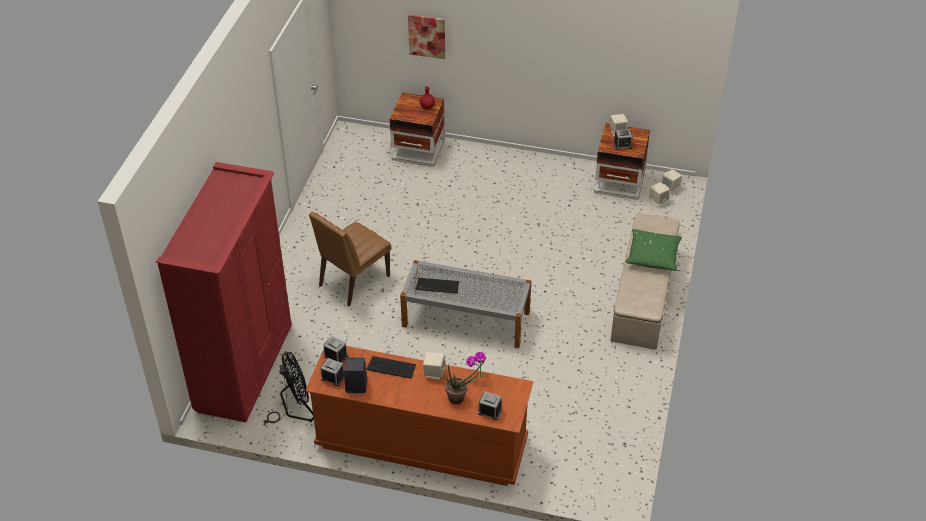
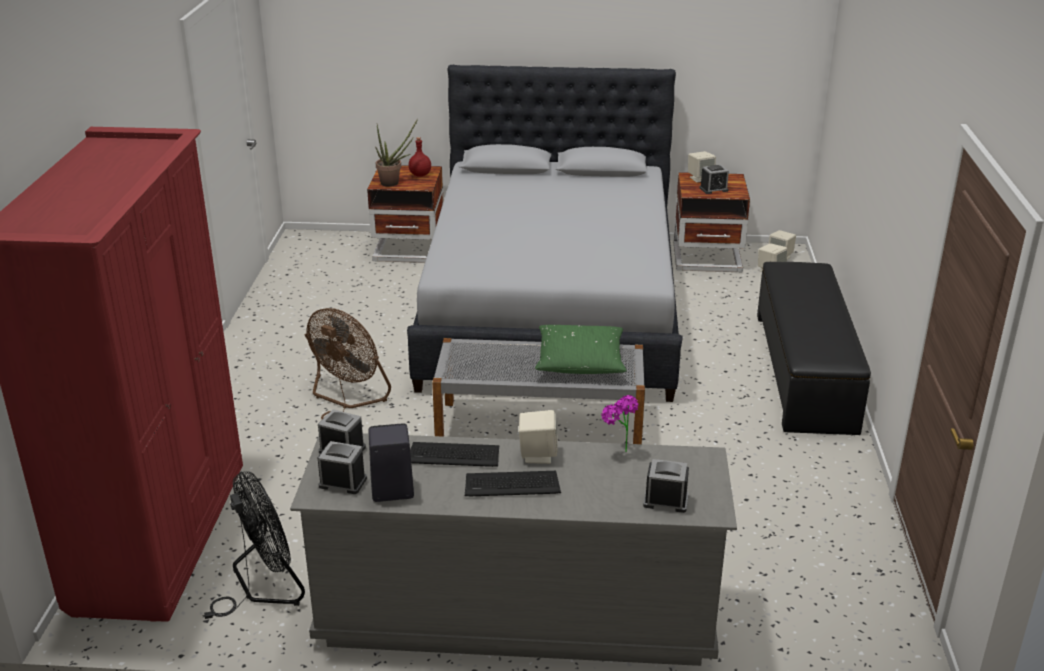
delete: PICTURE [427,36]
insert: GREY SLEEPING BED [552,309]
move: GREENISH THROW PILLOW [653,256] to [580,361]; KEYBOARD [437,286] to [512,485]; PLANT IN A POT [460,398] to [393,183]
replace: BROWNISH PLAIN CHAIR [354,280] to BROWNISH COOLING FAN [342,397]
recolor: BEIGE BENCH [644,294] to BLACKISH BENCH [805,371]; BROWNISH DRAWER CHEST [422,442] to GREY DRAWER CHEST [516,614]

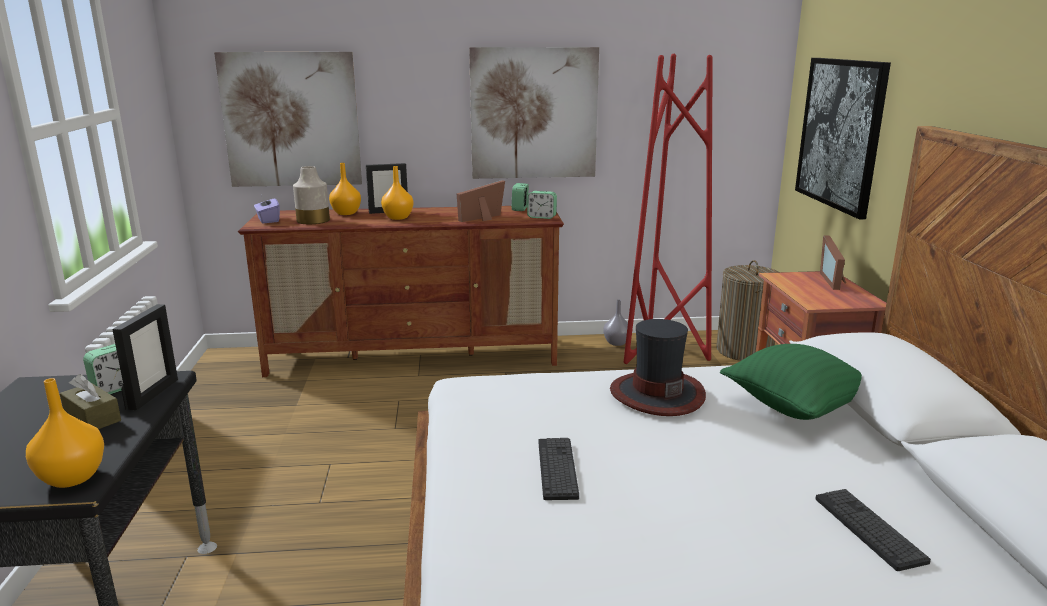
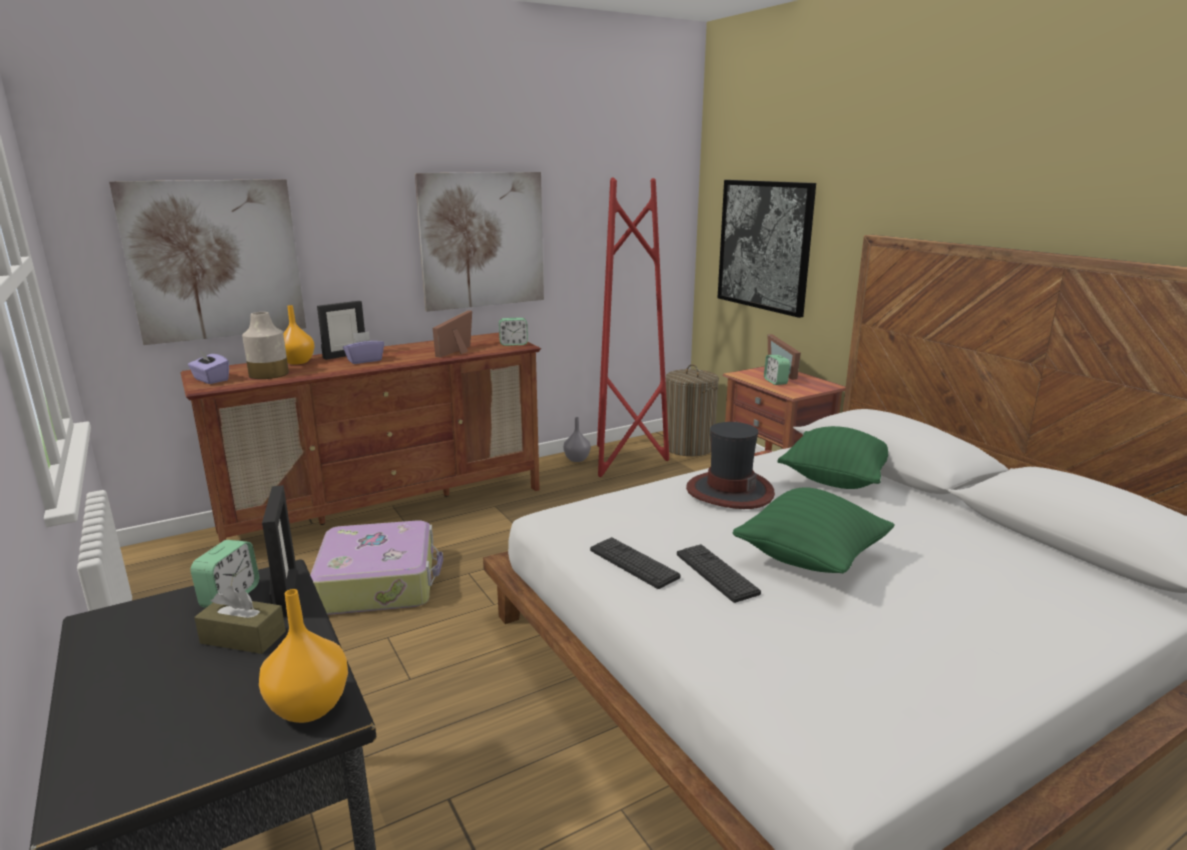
insert: GREENISH THROW PILLOW [810,559]; SUITCASE [379,582]
move: ALARM CLOCK [520,209] to [775,382]; KEYBOARD [868,529] to [633,563]
replace: ORANGEY FLOWER VASE [397,218] to PURPLE TISSUE HOLDER [364,360]

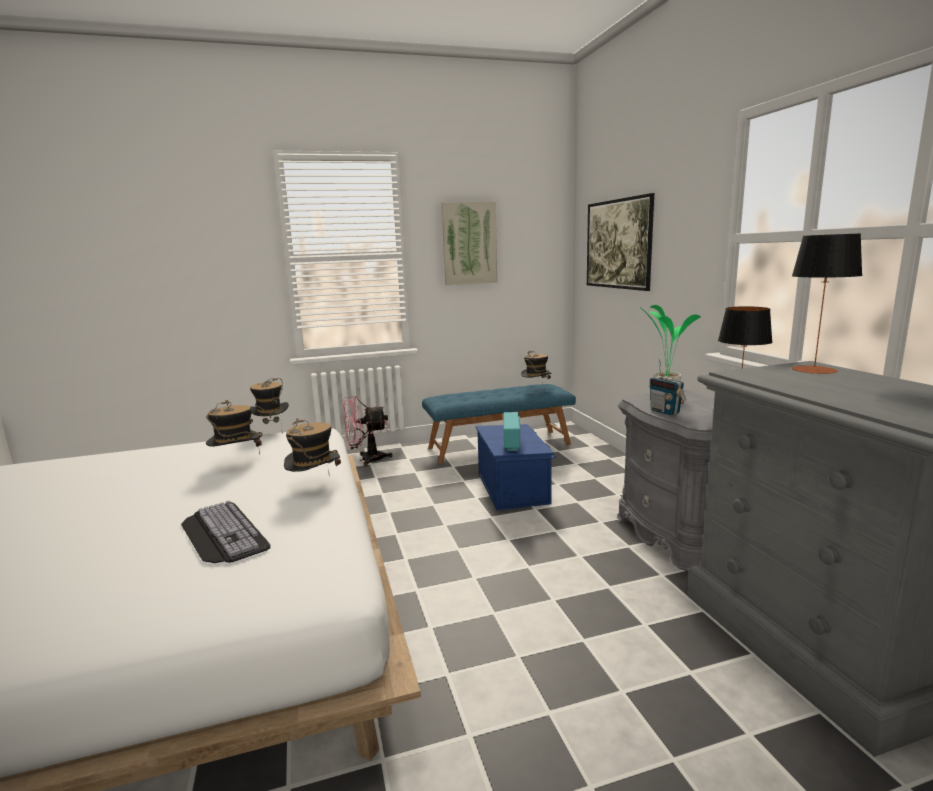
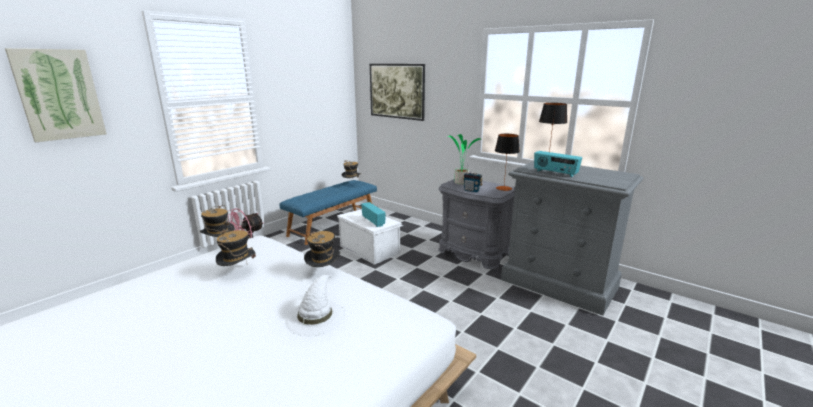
insert: RADIO RECEIVER [555,173]
move: PICTURE [469,243] to [59,94]
replace: KEYBOARD [220,533] to WHITISH CLOTHING HAT [315,316]
recolor: BLUE STORAGE BOX [514,488] to WHITISH STORAGE BOX [370,249]

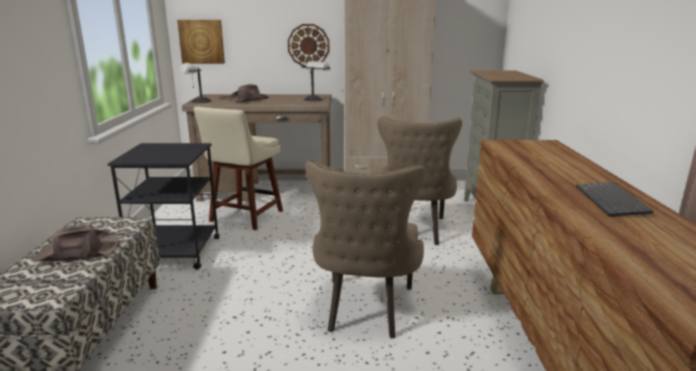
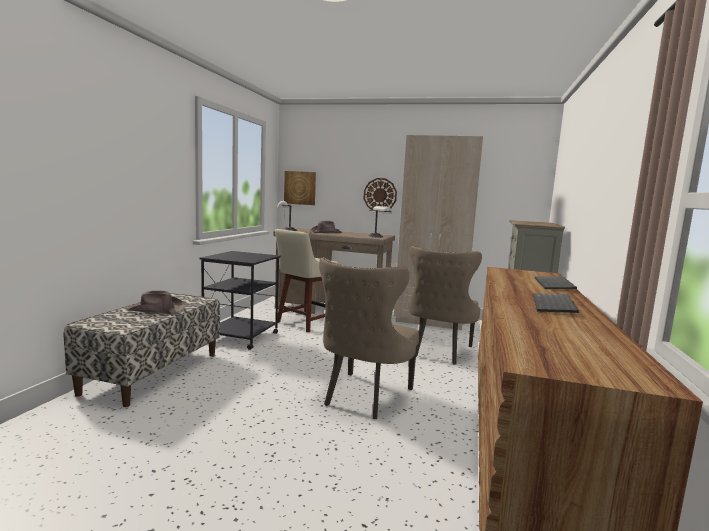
insert: KEYBOARD [555,284]

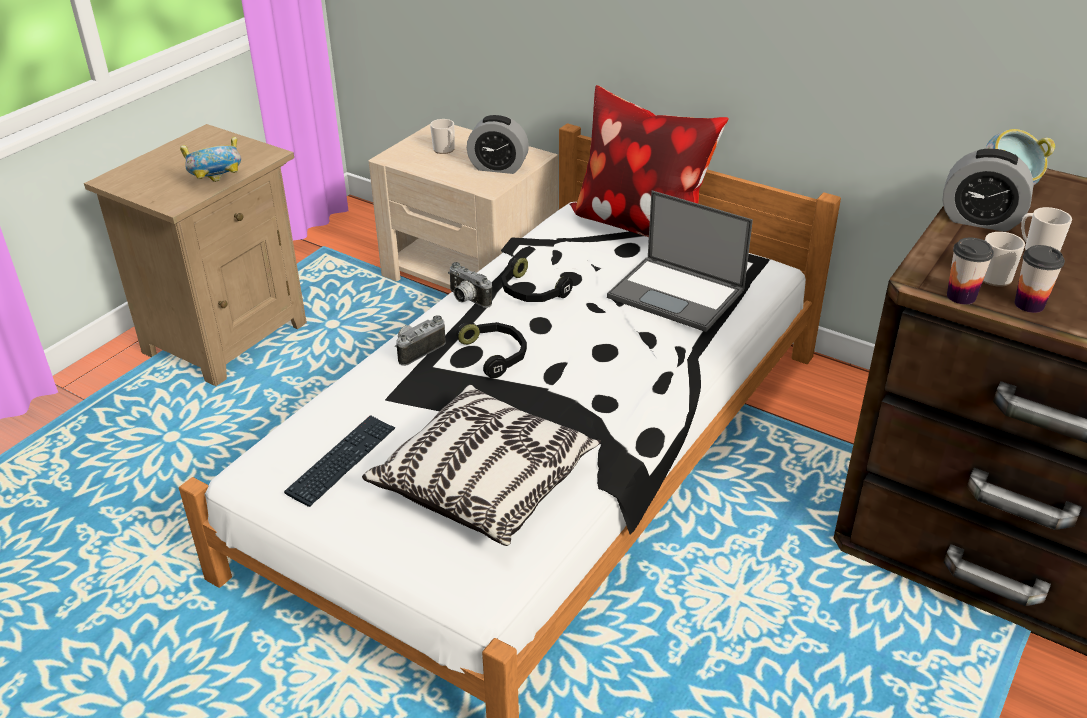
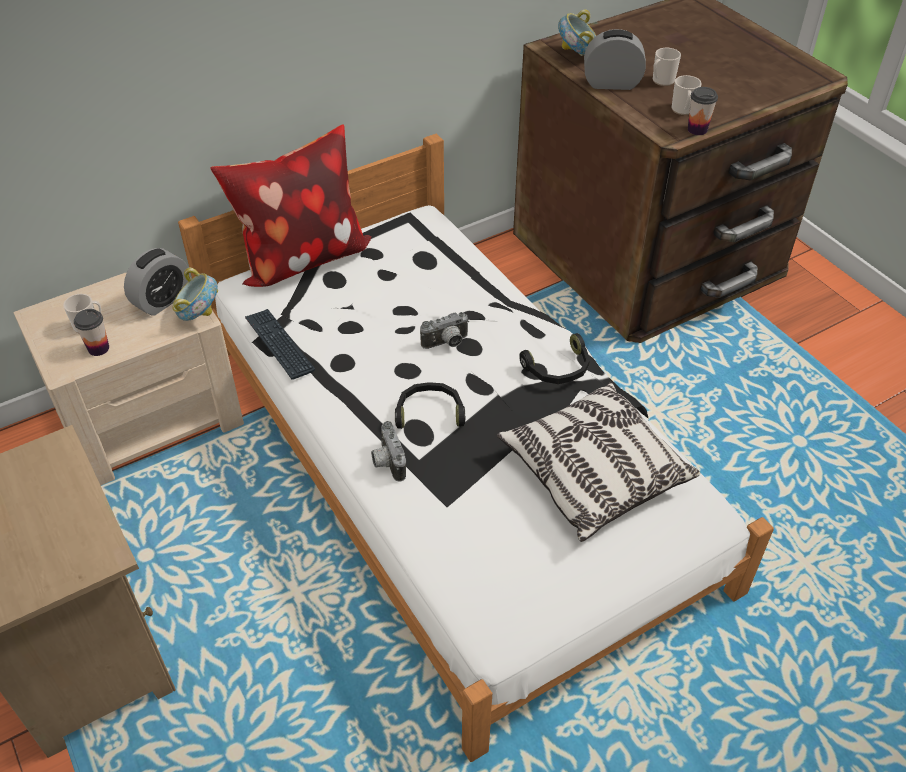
delete: NOTEBOOK COMPUTER [677,294]
move: BOWL [218,183] to [199,315]; CUP [1029,304] to [98,348]; BLACKISH PAIR OF HEADPHONES [531,292] to [558,369]; PHOTO CAMERA [466,300] to [446,343]; KEYBOARD [342,461] to [279,344]
rotate: ALARM CLOCK [980,220] = [611,83] 135 degrees counterclockwise

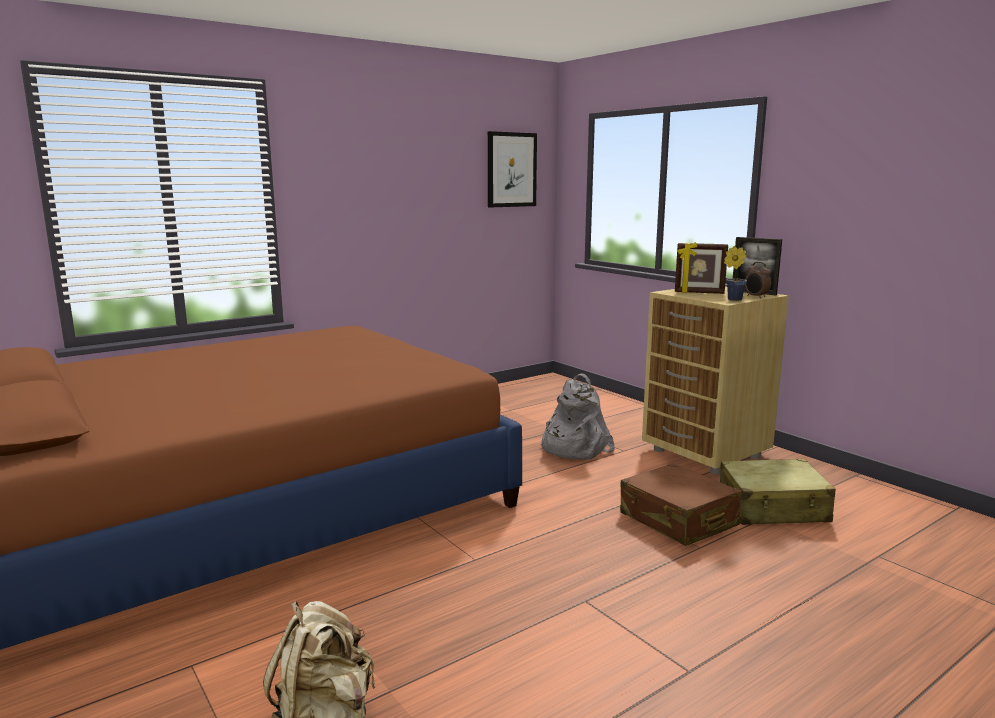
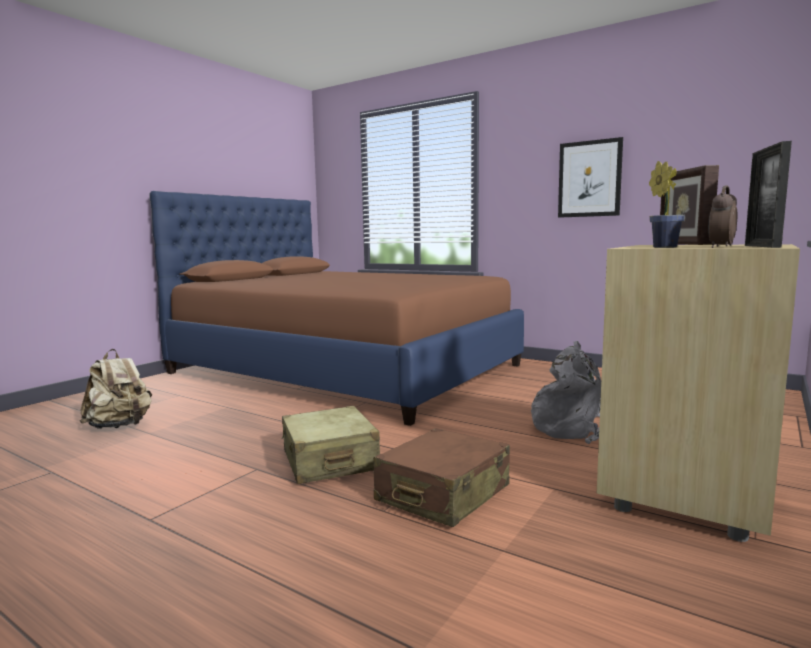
move: PICTURE [511,170] to [589,179]; BEIGE SUITCASE [773,508] to [329,461]

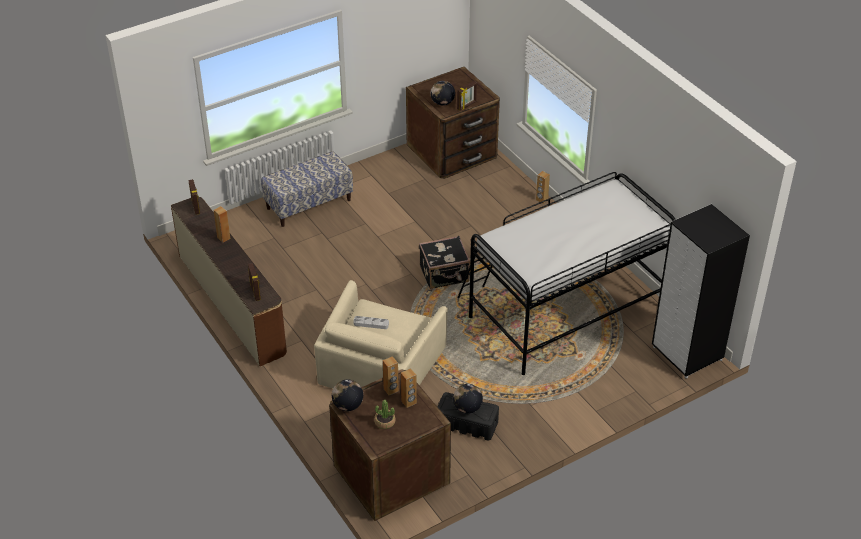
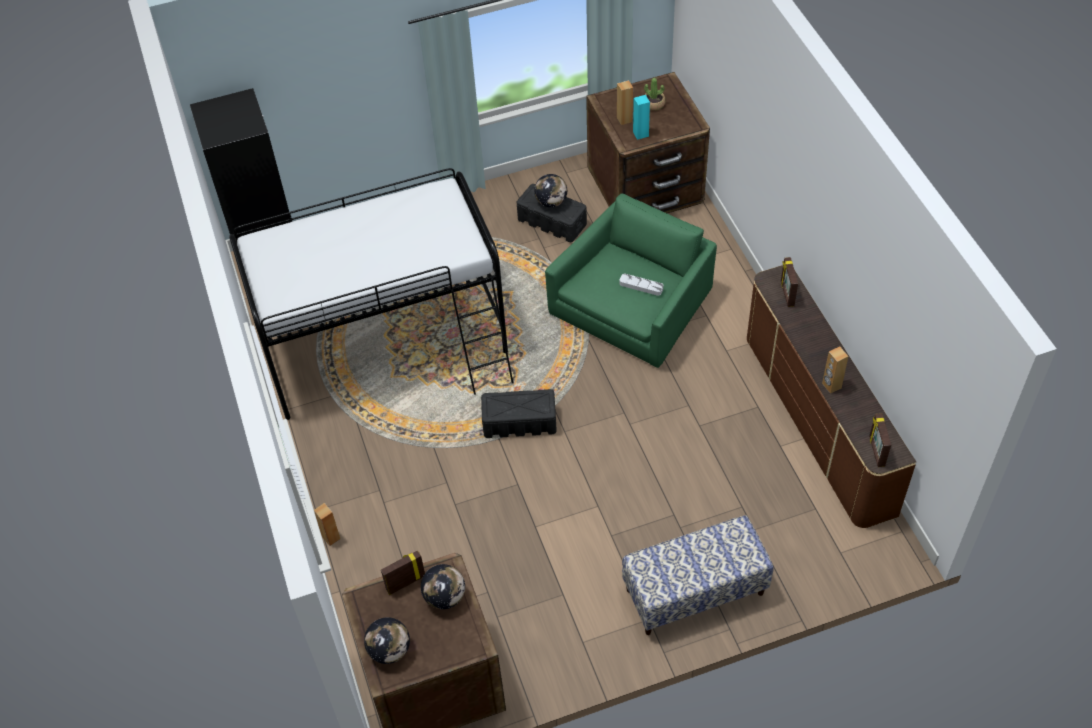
move: GLOBE [348,405] to [390,650]
replace: BLACKISH SUITCASE [444,274] to BLACKISH STORAGE BOX [519,422]
recolor: BEIGE LOUNGE CHAIR [380,364] to GREENISH LOUNGE CHAIR [633,305]; BROWNISH SPEAKER [391,390] to BLUE-GREEN SPEAKER [640,134]

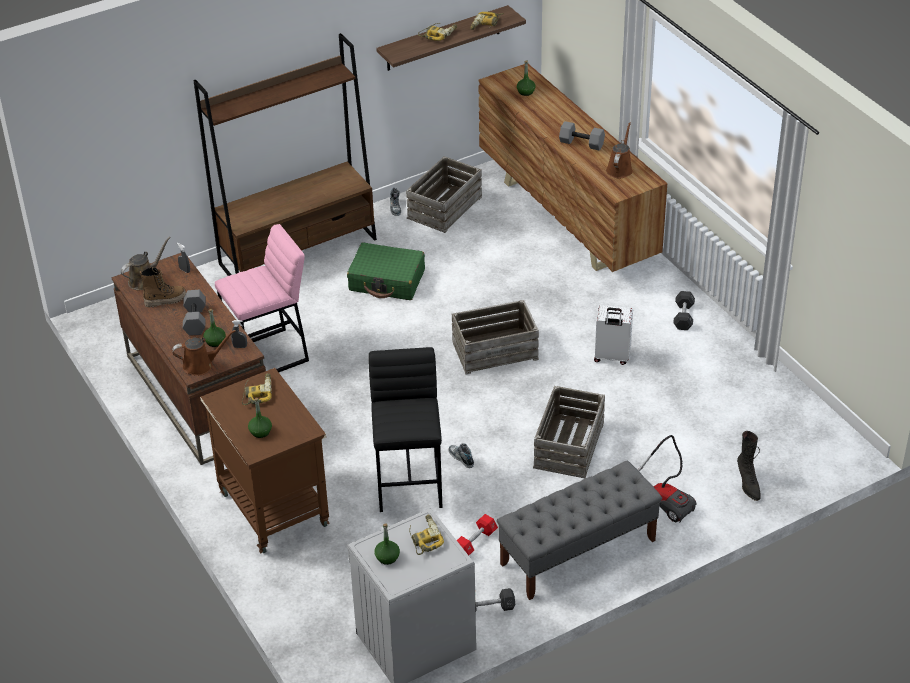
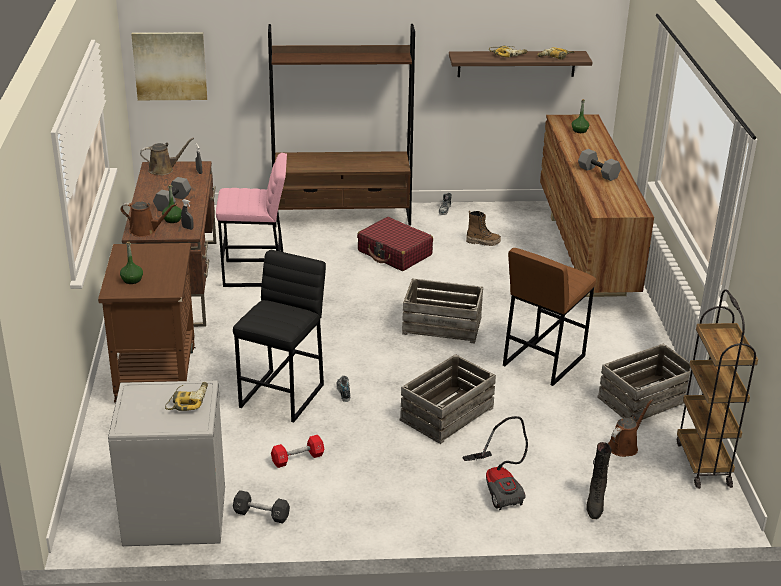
delete: BLACKISH HAND WEIGHT [683,316]; POWER DRILL [257,393]; GREY BENCH [577,552]; GREENISH BOTTLE [387,557]
insert: PICTURE [170,65]; BROWNISH WHEELED CART [703,464]
move: BROWNISH WATERING POT [620,169] to [624,446]; PACKING CRATE [445,208] to [645,400]; HIGH-TOP BOOT [165,300] to [483,242]
replace: WHITISH SUITCASE [611,357] to BROWNISH STOOL [543,361]
recolor: GREENISH SUITCASE [387,281] to RED SUITCASE [394,253]

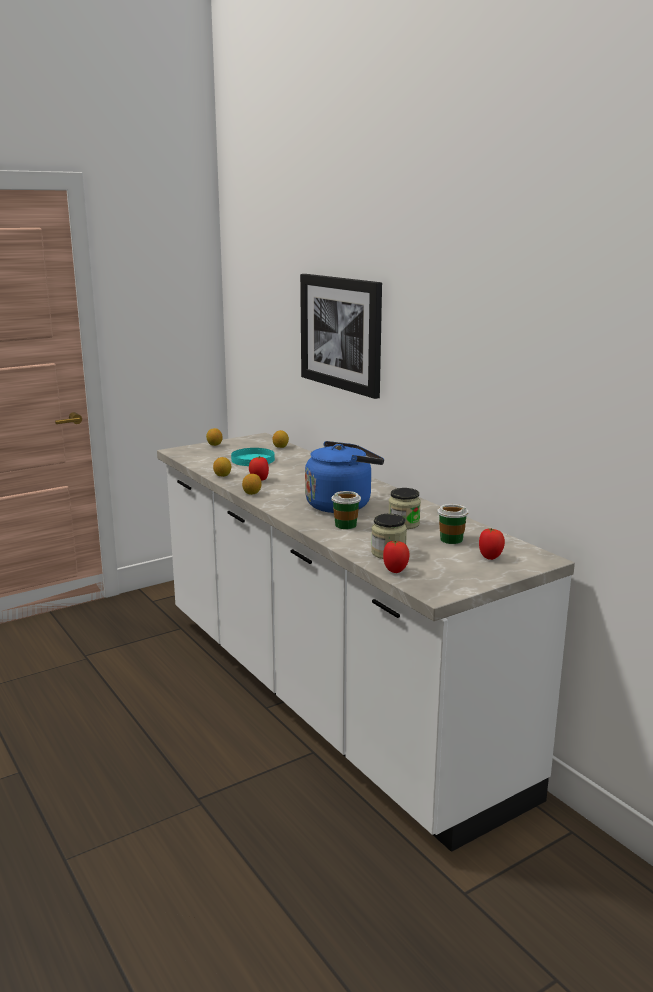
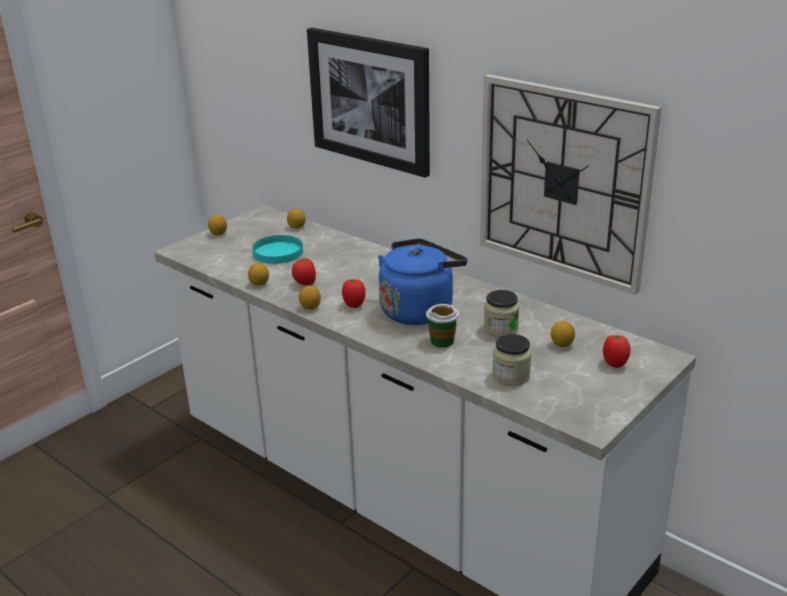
insert: WALL CLOCK [563,181]
move: TOMATO [395,570] to [354,305]
replace: CUP [451,539] to LEMON [561,344]

